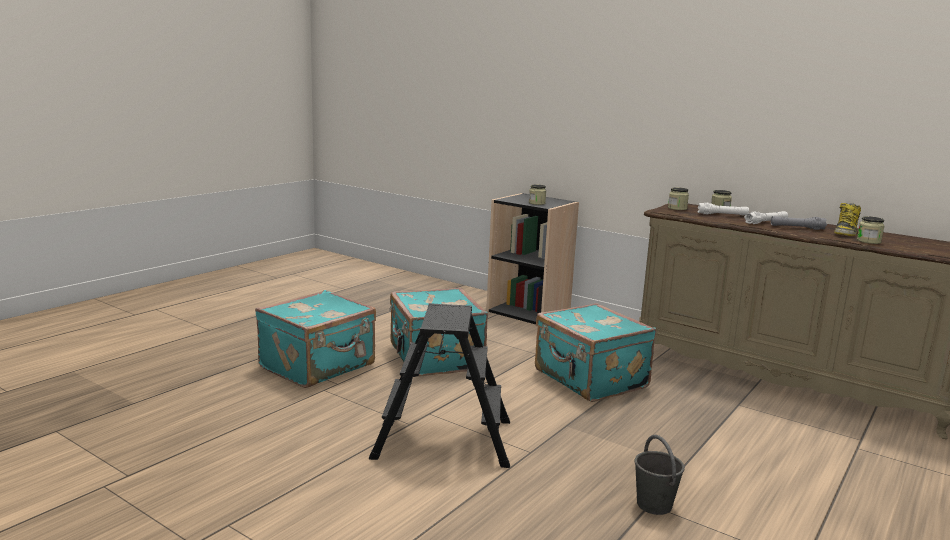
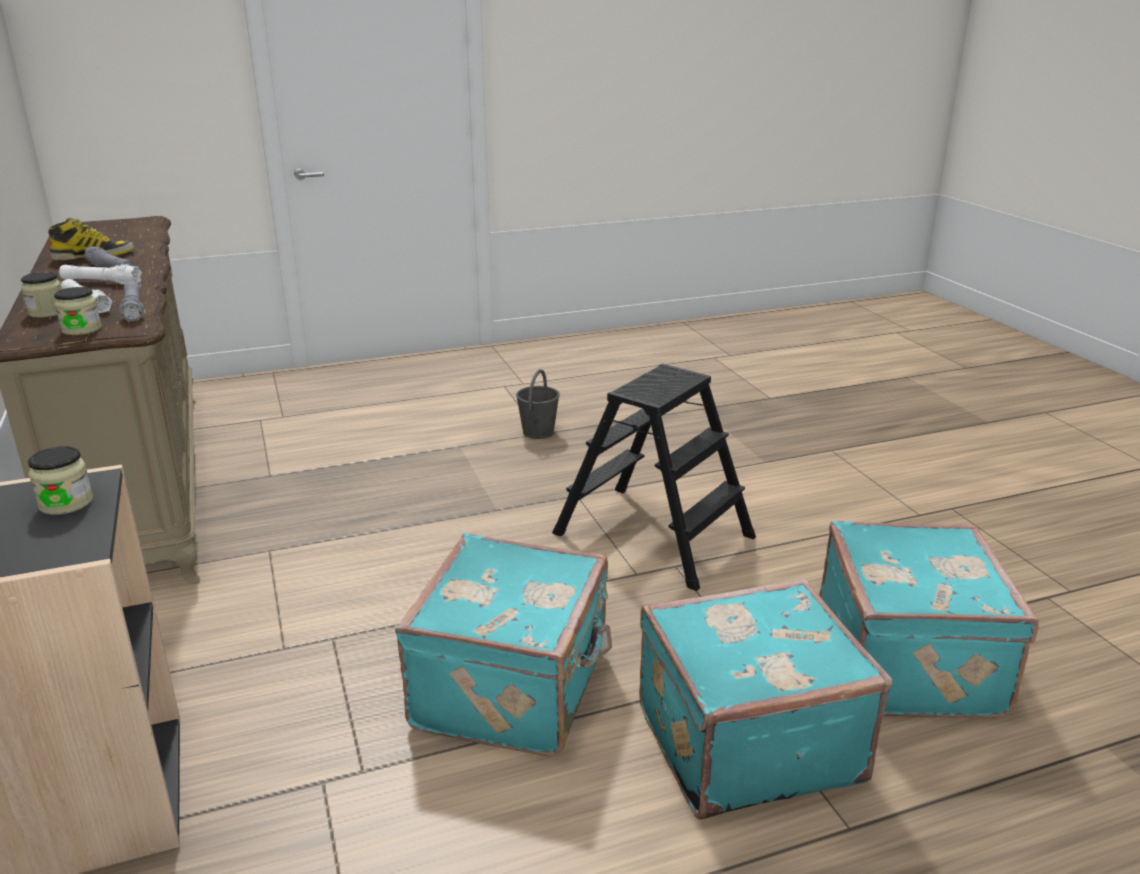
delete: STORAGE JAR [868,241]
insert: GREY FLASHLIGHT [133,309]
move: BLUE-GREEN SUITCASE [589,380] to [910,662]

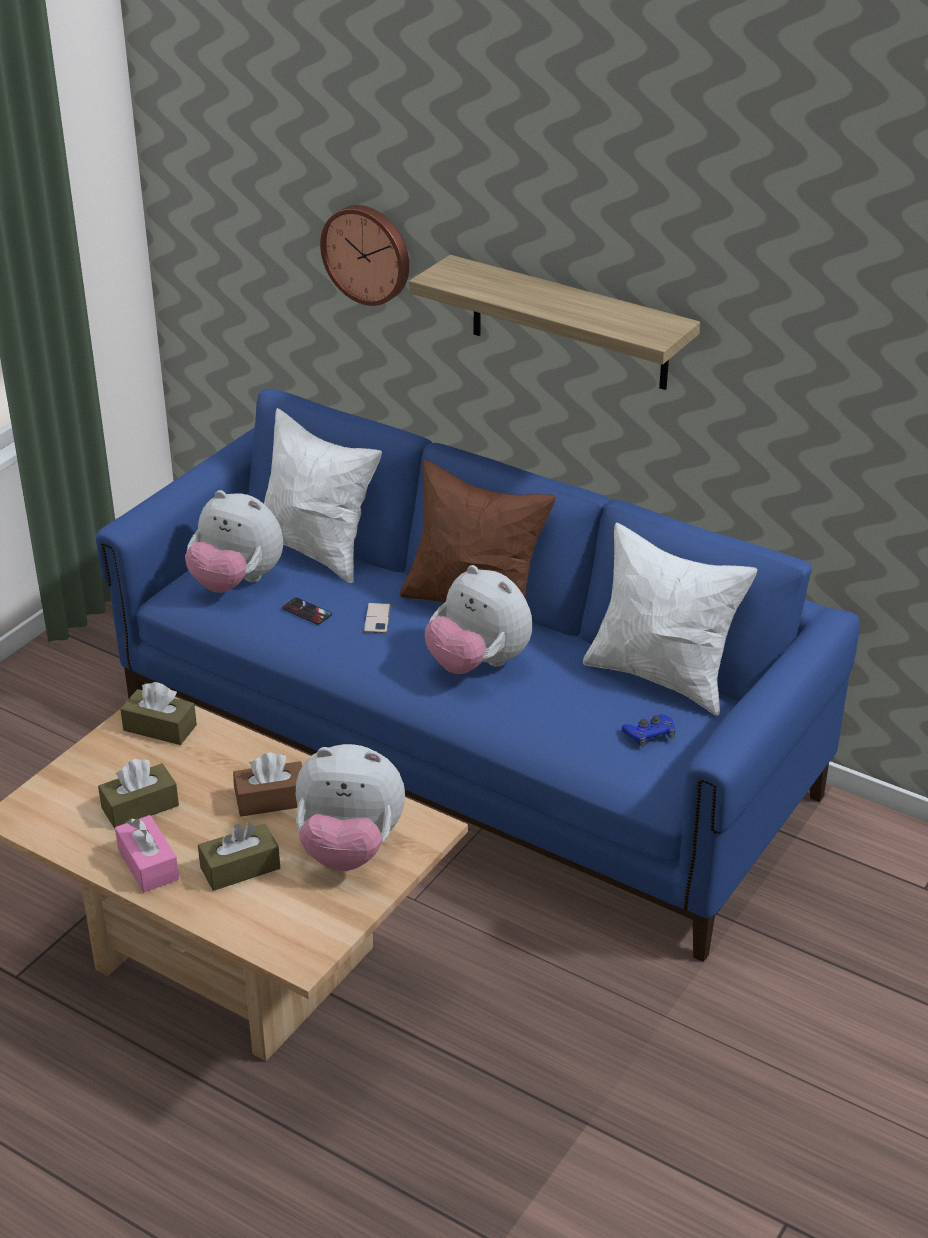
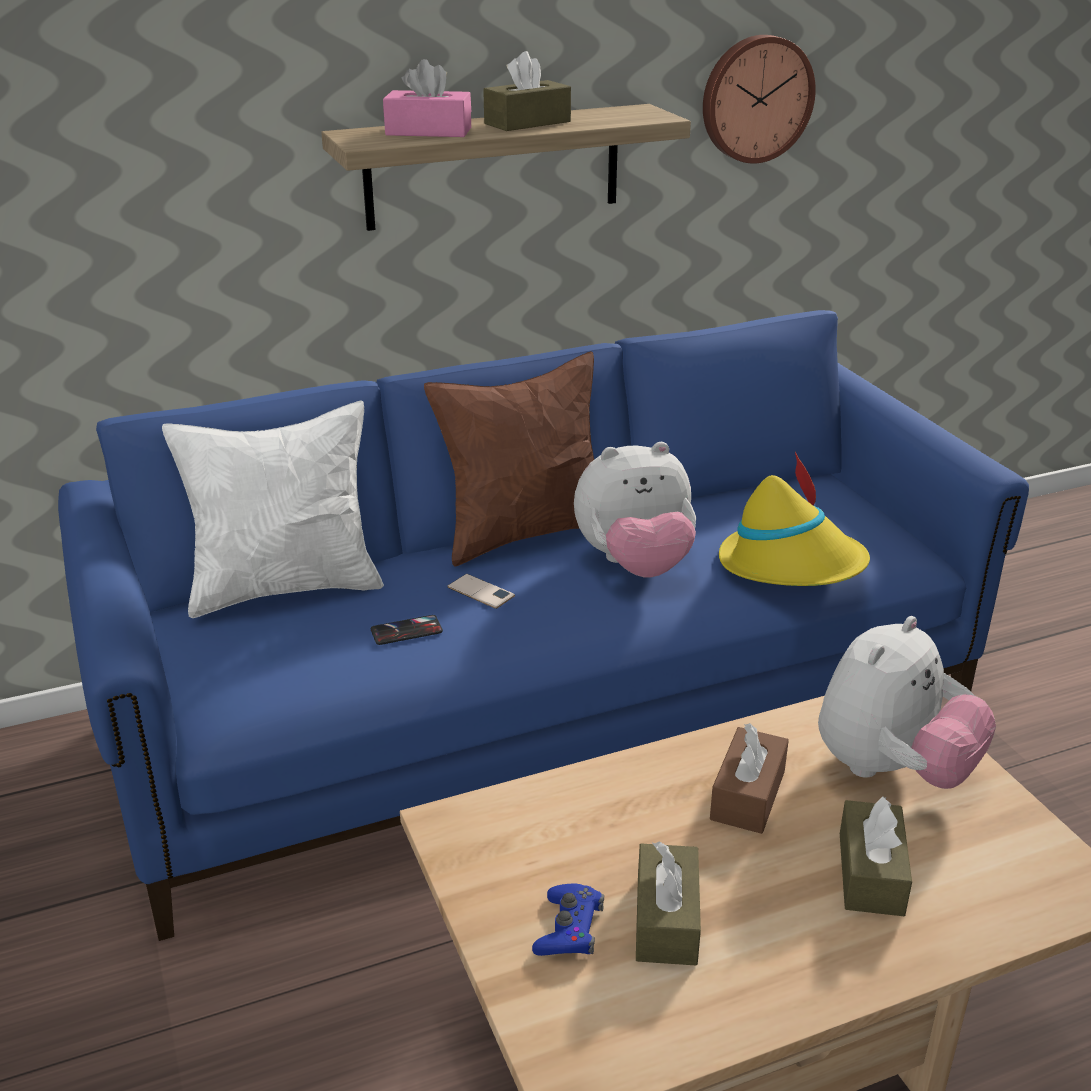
delete: PLUSH TOY [236,582]; WHITISH THROW PILLOW [661,677]
insert: YELLOW-COLOURED CLOTHING HAT [791,565]
move: WALL CLOCK [368,253] to [755,98]; BROWNISH TISSUE HOLDER [160,728] to [527,122]; BLUE GAME CONTROLLER [649,734] to [569,928]; PINK TISSUE HOLDER [148,864] to [428,131]

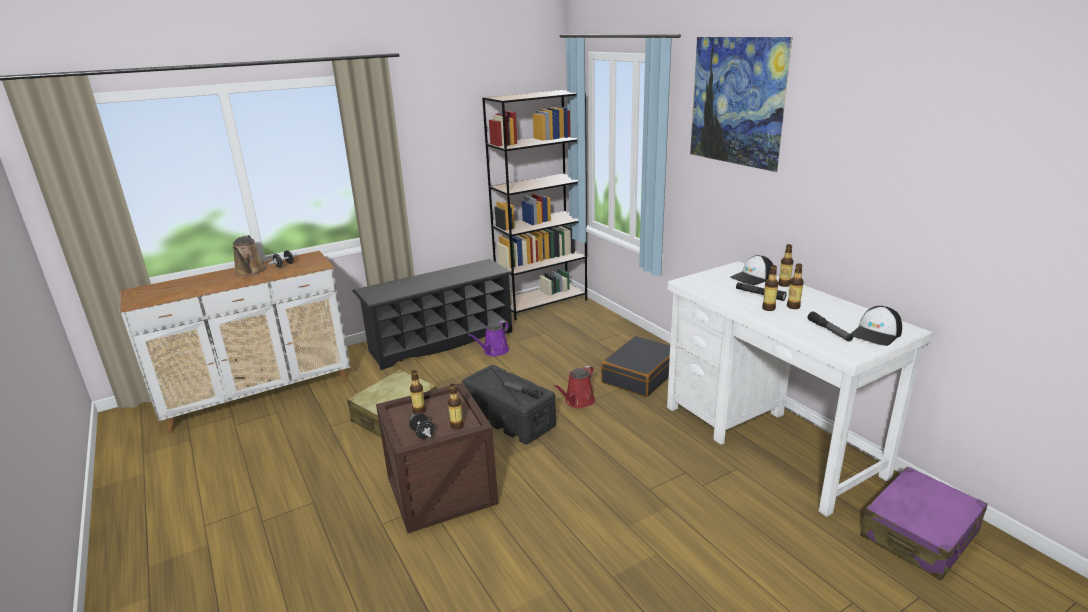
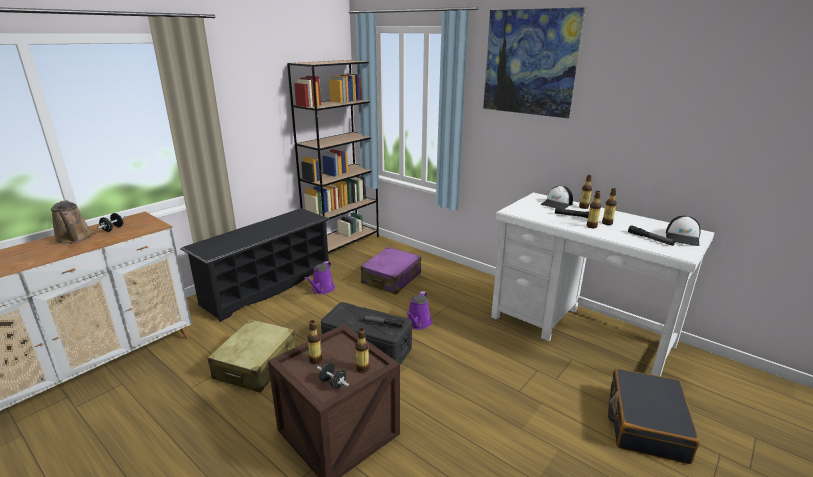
move: BLACKISH SUITCASE [640,375] to [645,423]; PURPLE SUITCASE [919,535] to [391,278]
recolor: RED WATERING POT [578,402] to PURPLE WATERING POT [418,323]

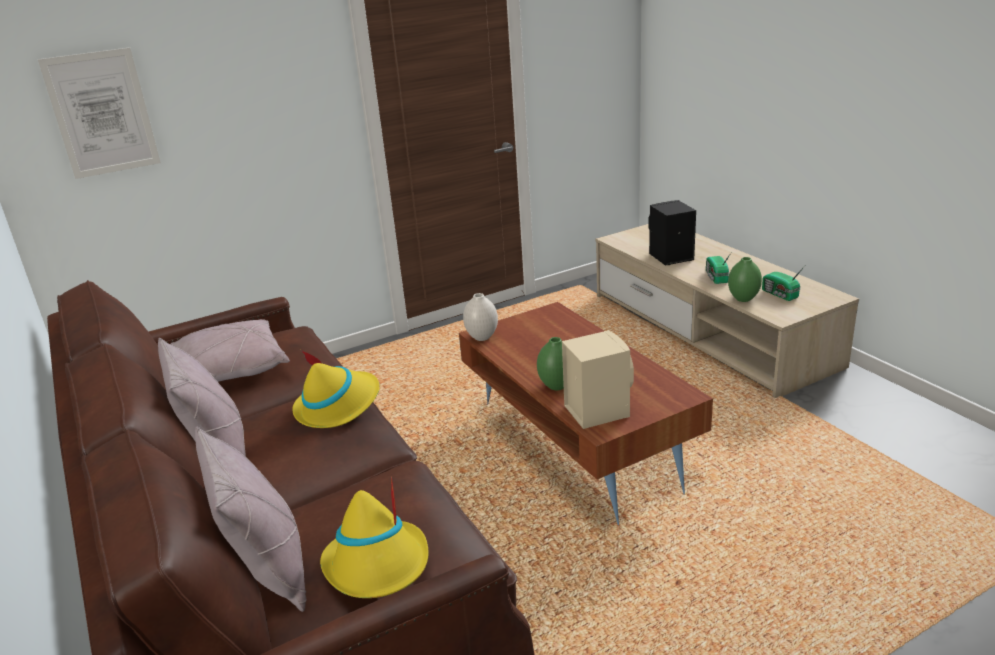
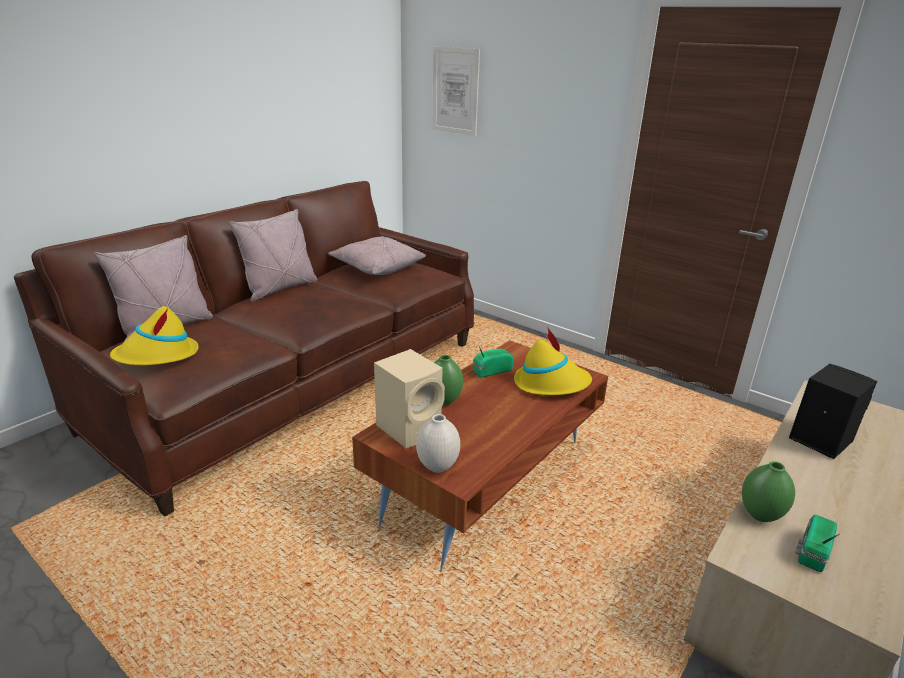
move: RADIO RECEIVER [716,277] to [490,371]; WHITISH FLOWER VASE [482,337] to [438,466]; YELLOW-COLOURED CLOTHING HAT [338,406] to [551,383]

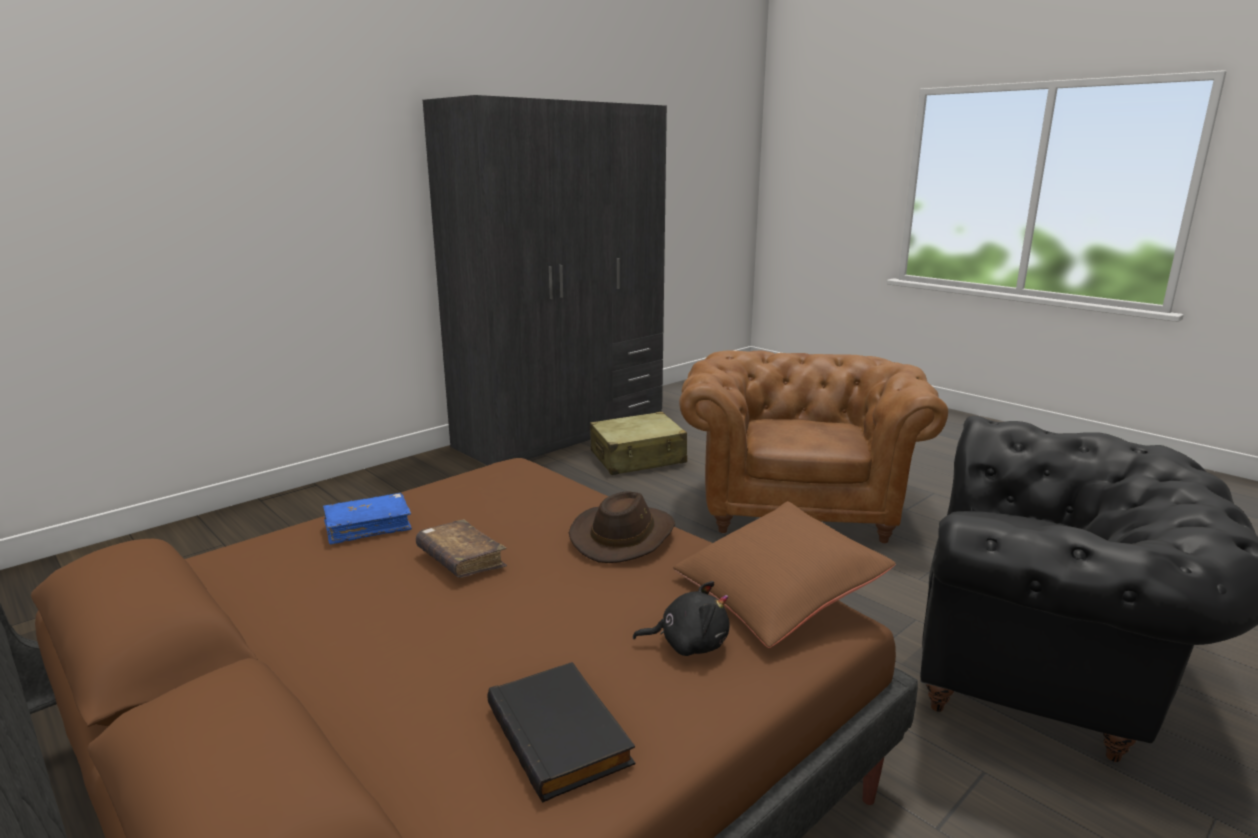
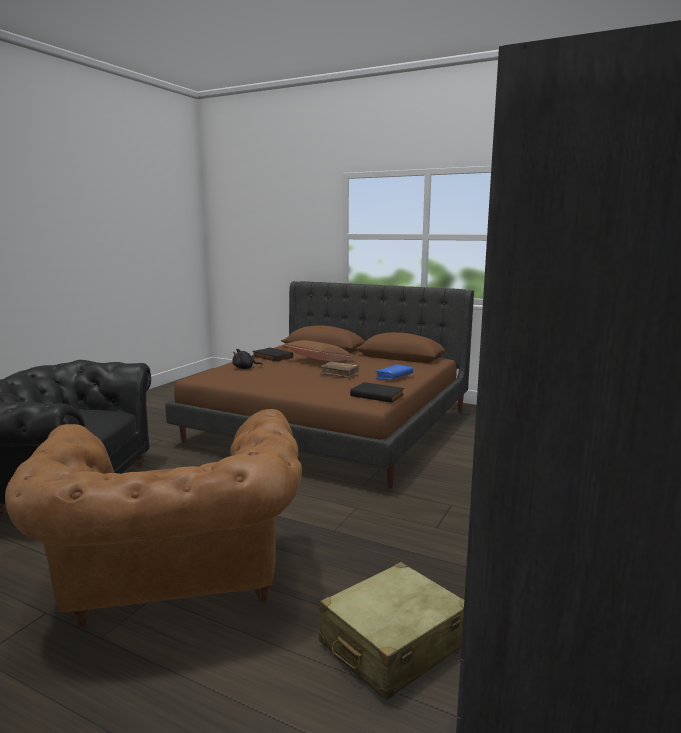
delete: BROWNISH CLOTHING HAT [623,536]
insert: BLACKISH VOLUME [378,395]
move: BROWNISH THROW PILLOW [777,594] to [319,361]

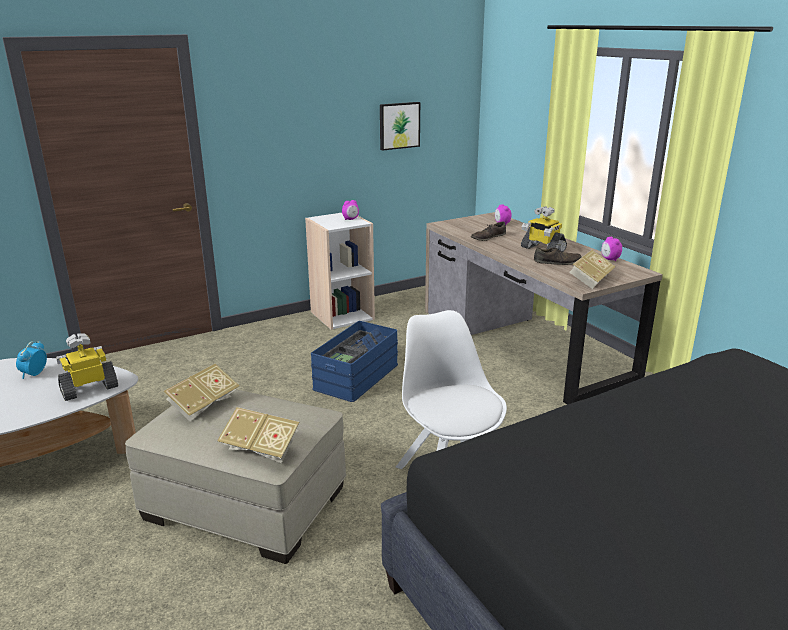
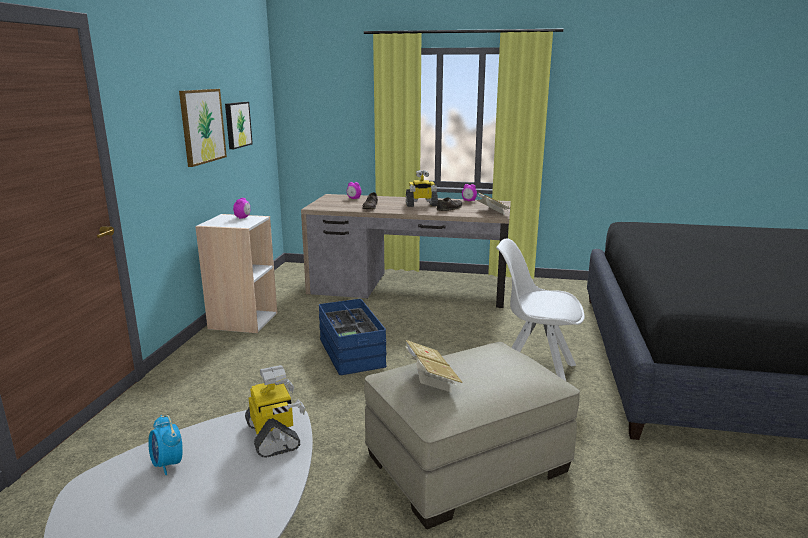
delete: VOLUME [261,449]
insert: PICTURE [202,126]
rotate: MODEL ROBOT [89,389] = [274,436] 150 degrees clockwise

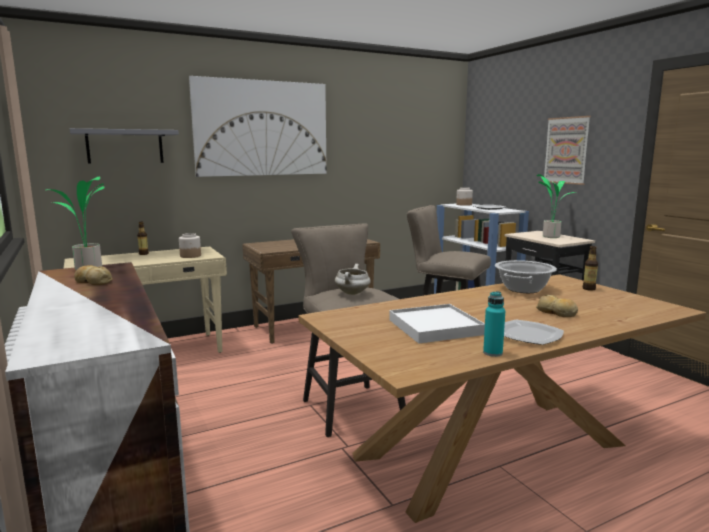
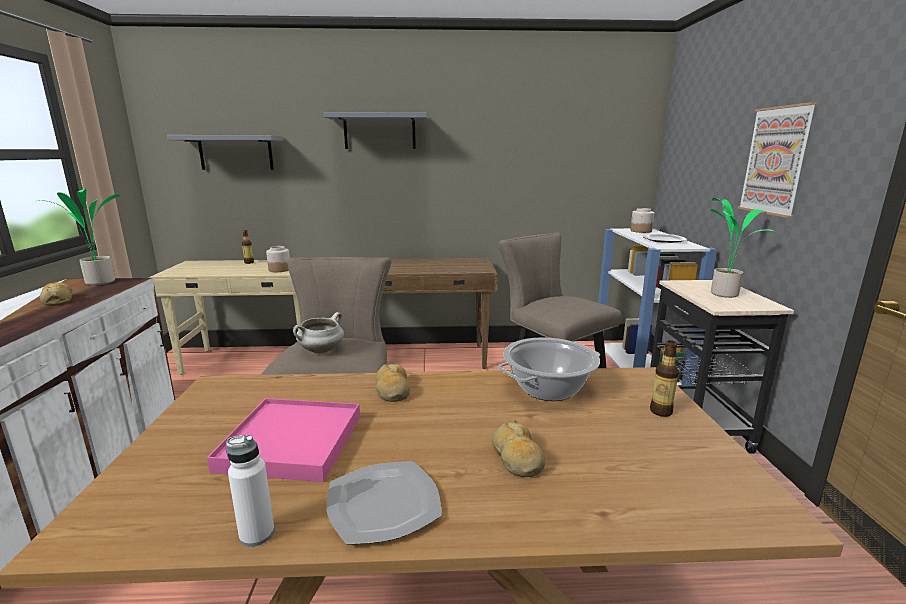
insert: BAKED BREAD [392,390]
replace: PICTURE [262,128] to GREY BRACKET SHELF [379,132]
recolor: BLUE-GREEN BOTTLE [492,353] to WHITISH BOTTLE [257,534]; WHITISH CARRYING TRAY [435,327] to PINK CARRYING TRAY [291,443]

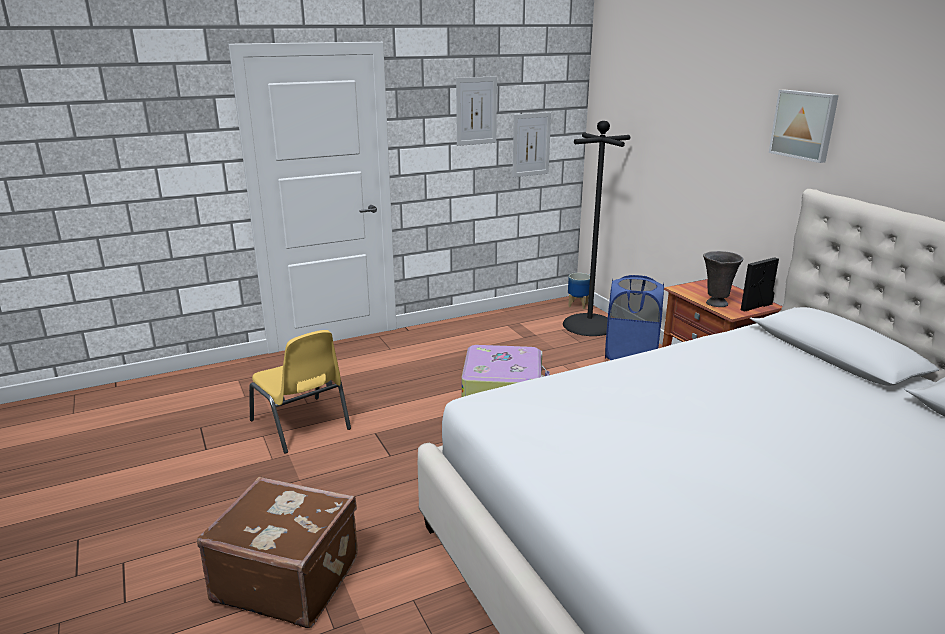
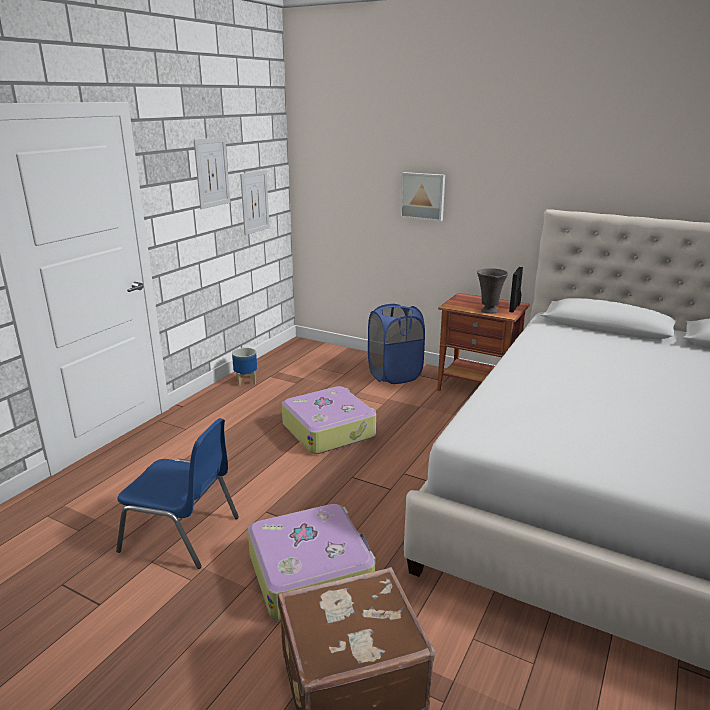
delete: BLACKISH GARMENT RACK [589,325]
insert: SUITCASE [311,572]
move: PICTURE [804,125] to [423,196]; FLOWER POT [578,305] to [246,381]
recolor: YELLOW-COLOURED PLAIN CHAIR [301,425] to BLUE PLAIN CHAIR [182,534]

